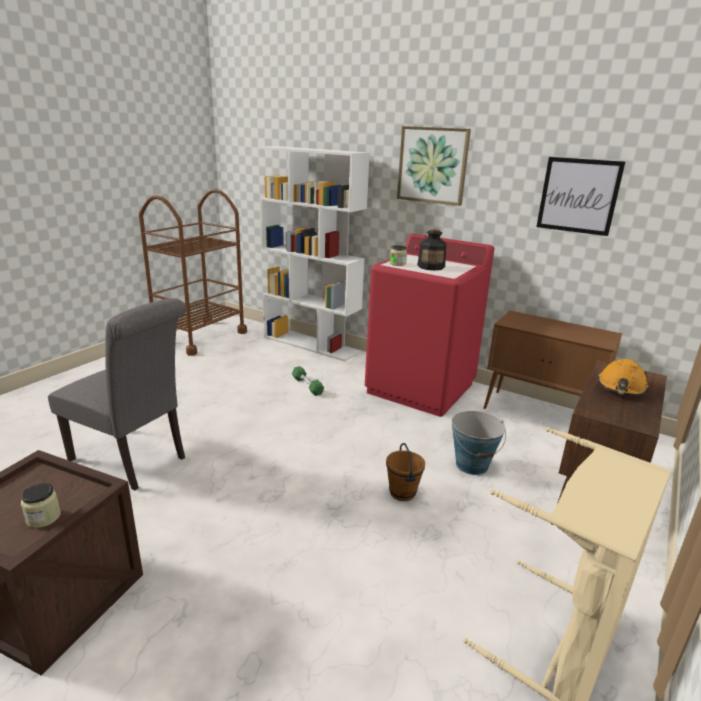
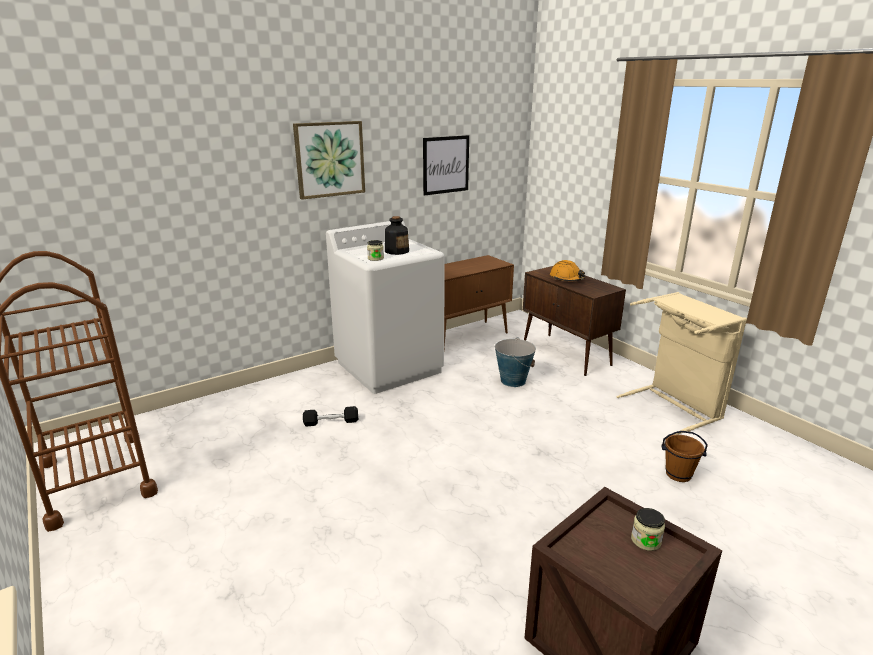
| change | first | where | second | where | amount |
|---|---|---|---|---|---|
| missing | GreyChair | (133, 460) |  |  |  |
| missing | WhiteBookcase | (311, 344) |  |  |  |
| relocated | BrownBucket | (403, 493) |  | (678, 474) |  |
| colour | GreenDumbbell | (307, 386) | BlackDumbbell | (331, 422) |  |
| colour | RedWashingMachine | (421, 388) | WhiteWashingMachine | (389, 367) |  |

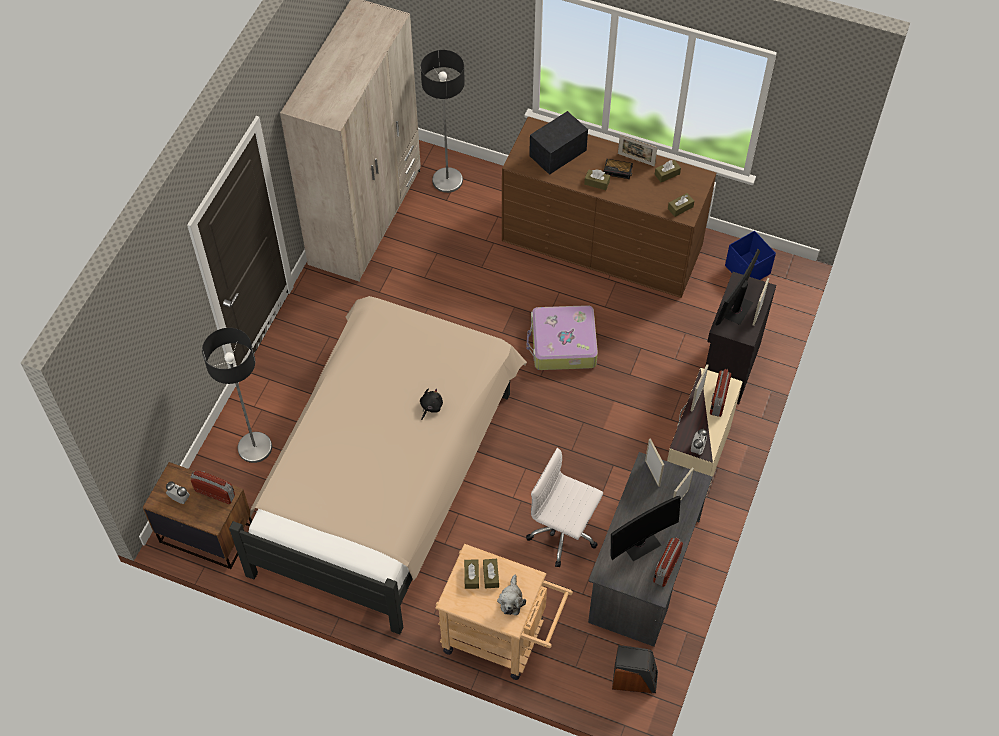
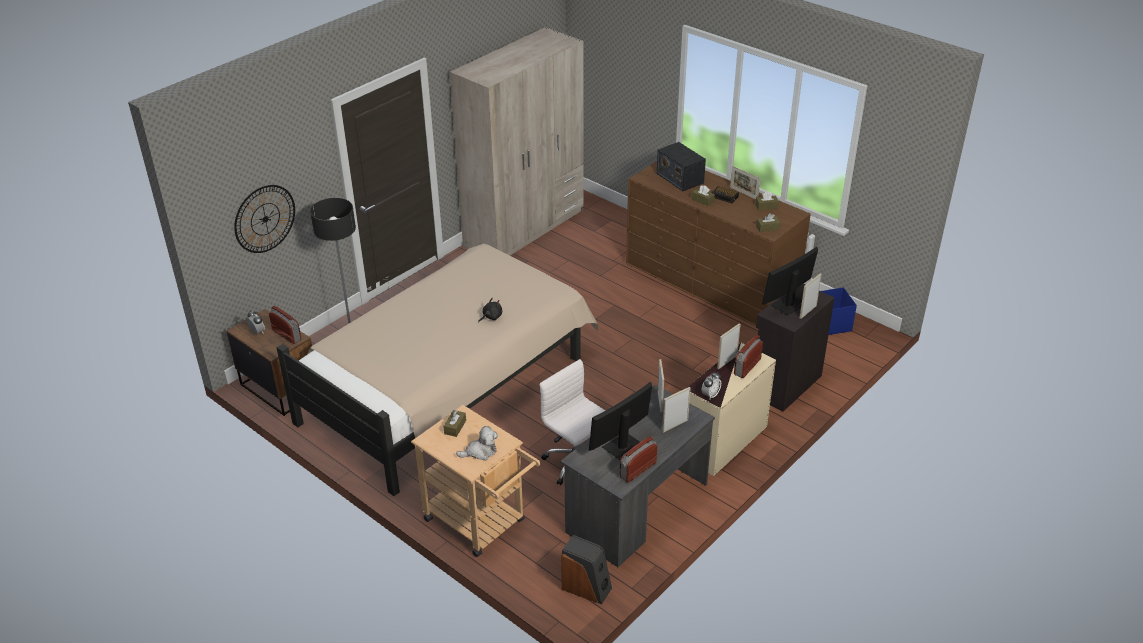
| change | first | where | second | where | amount |
|---|---|---|---|---|---|
| missing | FloorLamp | (447, 180) |  |  |  |
| missing | BrownTissueBox | (491, 575) |  |  |  |
| missing | Suitcase | (562, 344) |  |  |  |
| appeared |  |  | WallClock | (265, 219) |  |
| spun | PlushToy | (511, 600) |  | (480, 452) | 135 degrees counterclockwise |
| spun | Radio | (558, 153) |  | (679, 178) | 105 degrees counterclockwise |
| spun | Monitor | (639, 543) |  | (622, 446) | 150 degrees clockwise |

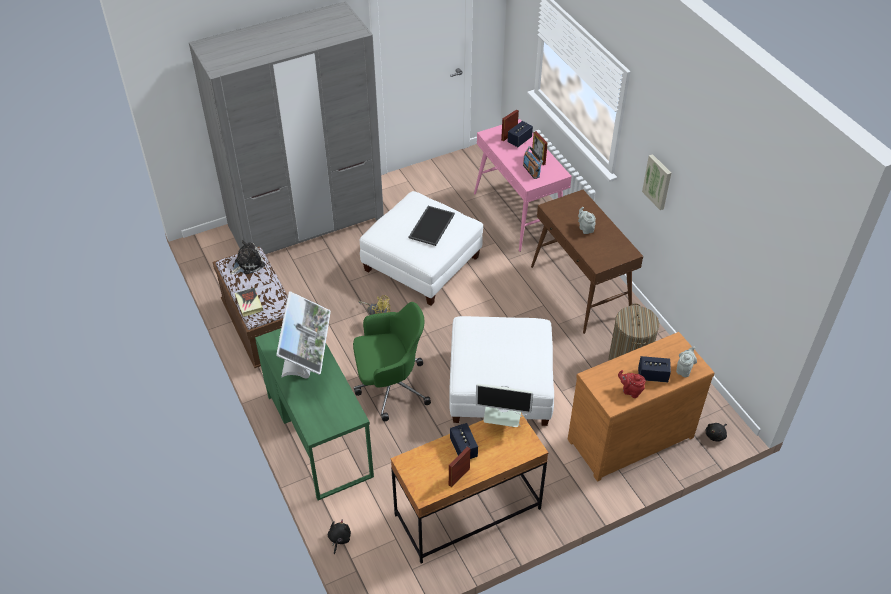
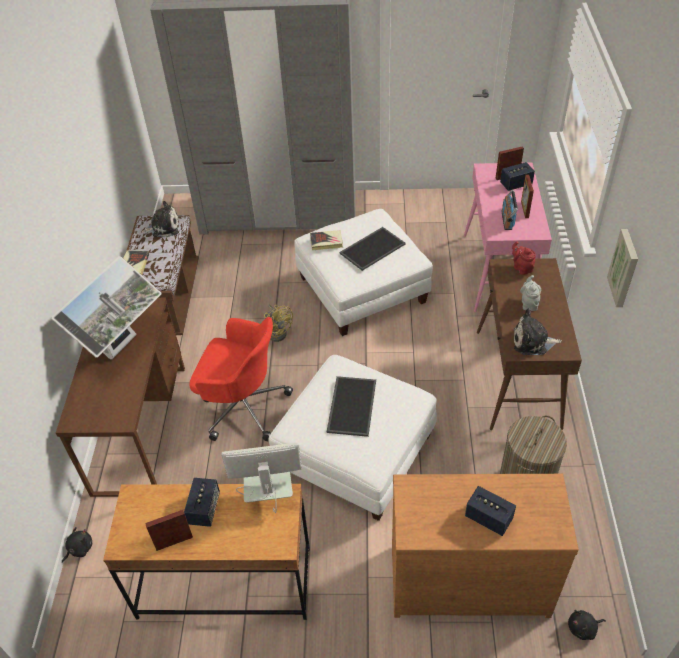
| change | first | where | second | where | amount |
|---|---|---|---|---|---|
| missing | GreyTeapot | (684, 369) |  |  |  |
| appeared |  |  | Book | (326, 242) |  |
| appeared |  |  | Tray | (351, 405) |  |
| appeared |  |  | PlushToy | (532, 342) |  |
| relocated | RedTeapot | (630, 391) |  | (521, 268) |  |
| colour | GreenDesk | (319, 435) | BrownDesk | (141, 427) |  |
| colour | GreenOfficeChair | (390, 387) | RedOfficeChair | (243, 406) |  |
| spun | Monitor | (502, 423) |  | (269, 498) | 135 degrees clockwise |

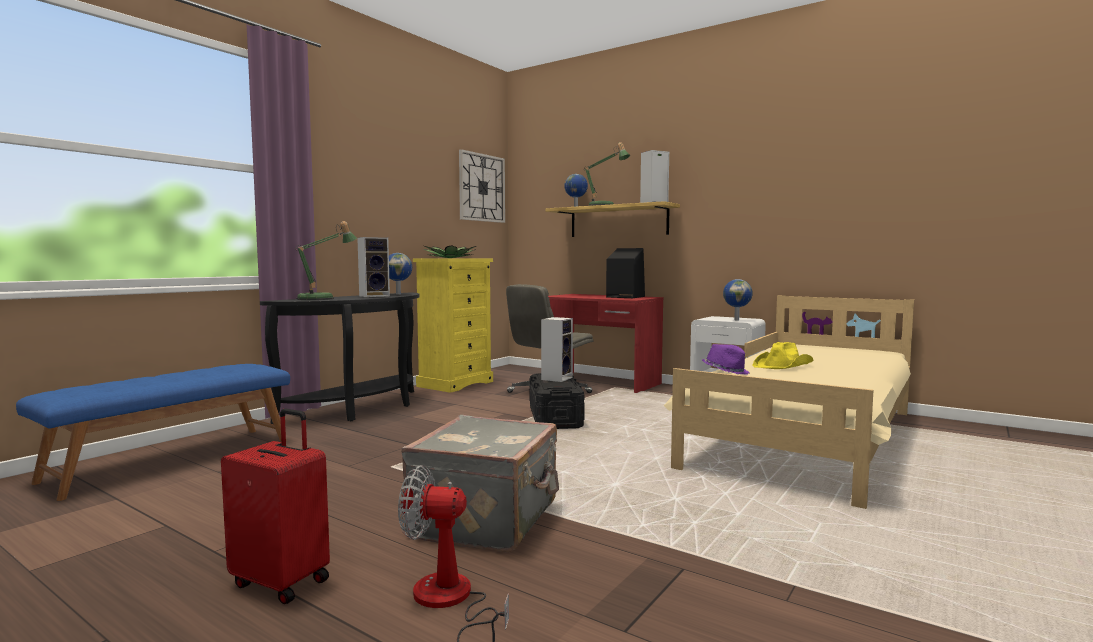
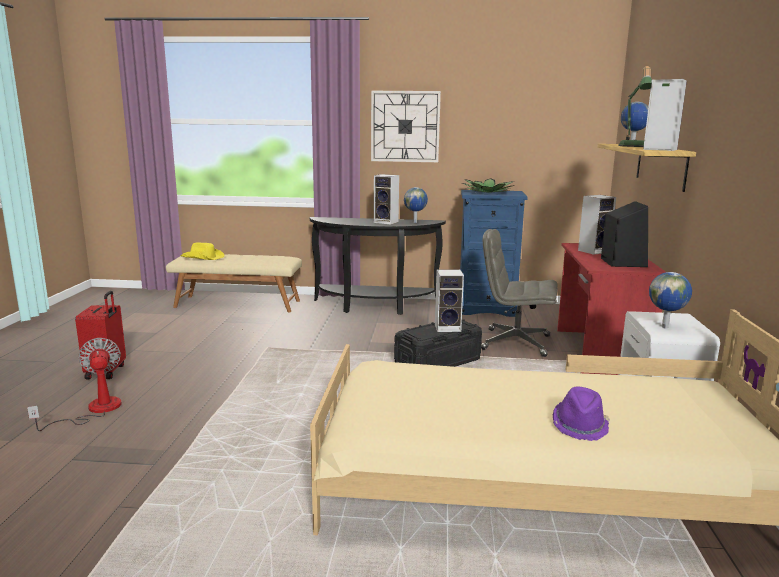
| change | first | where | second | where | amount |
|---|---|---|---|---|---|
| missing | TableLamp | (322, 298) |  |  |  |
| missing | GreySuitcase | (488, 520) |  |  |  |
| appeared |  |  | Speaker | (594, 251) |  |
| relocated | WallClock | (482, 188) |  | (405, 126) |  |
| relocated | PurpleHat | (725, 371) |  | (580, 425) |  |
| relocated | YellowHat | (783, 366) |  | (203, 257) |  |
| colour | BlueBench | (172, 459) | BeigeBench | (238, 303) |  |
| colour | YellowDresser | (455, 384) | BlueDresser | (486, 309) |  |

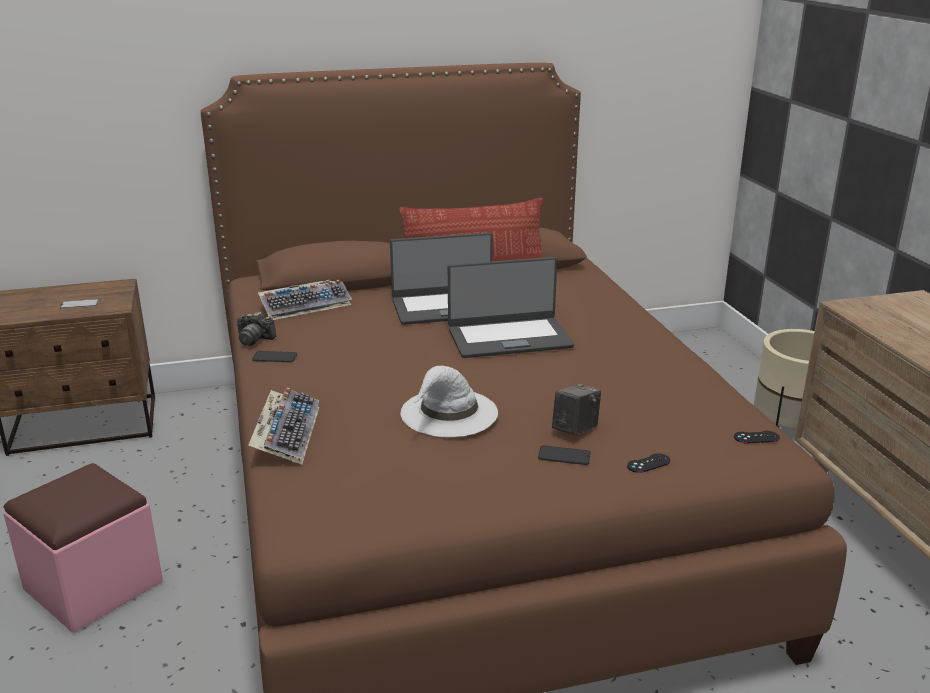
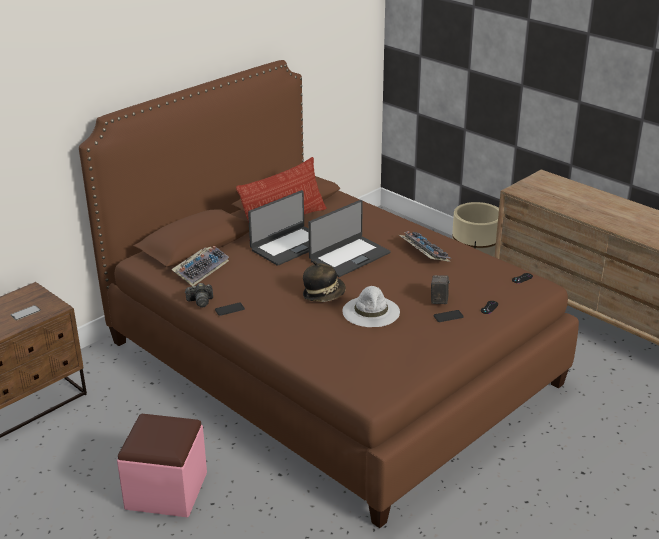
| change | first | where | second | where | amount |
|---|---|---|---|---|---|
| appeared |  |  | Hat | (324, 295) |  |
| relocated | Keyboard | (286, 433) |  | (423, 252) |  |

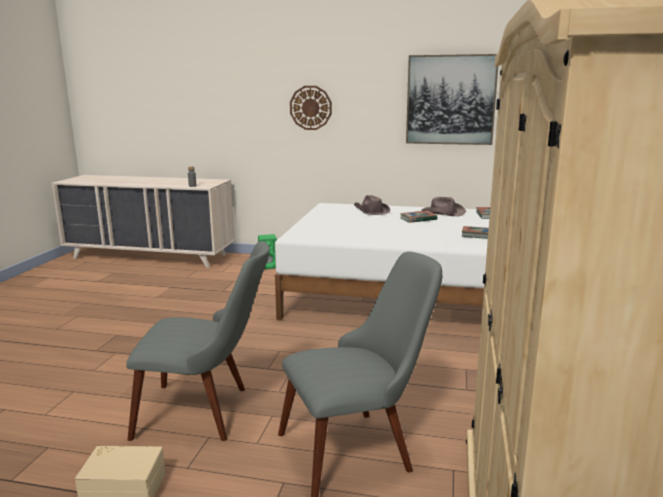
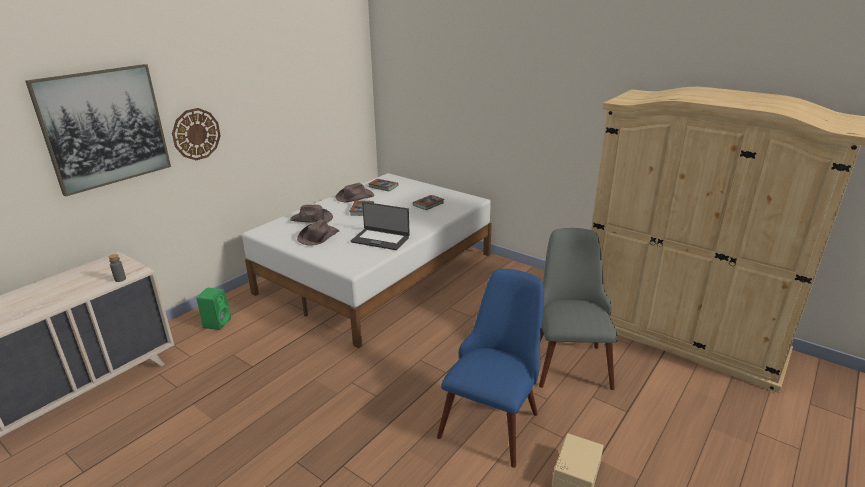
| change | first | where | second | where | amount |
|---|---|---|---|---|---|
| appeared |  |  | BrownHat | (318, 237) |  |
| appeared |  |  | Laptop | (380, 239) |  |
| relocated | Picture | (450, 100) |  | (104, 128) |  |
| colour | GreyChair | (207, 411) | BlueChair | (494, 416) |  |

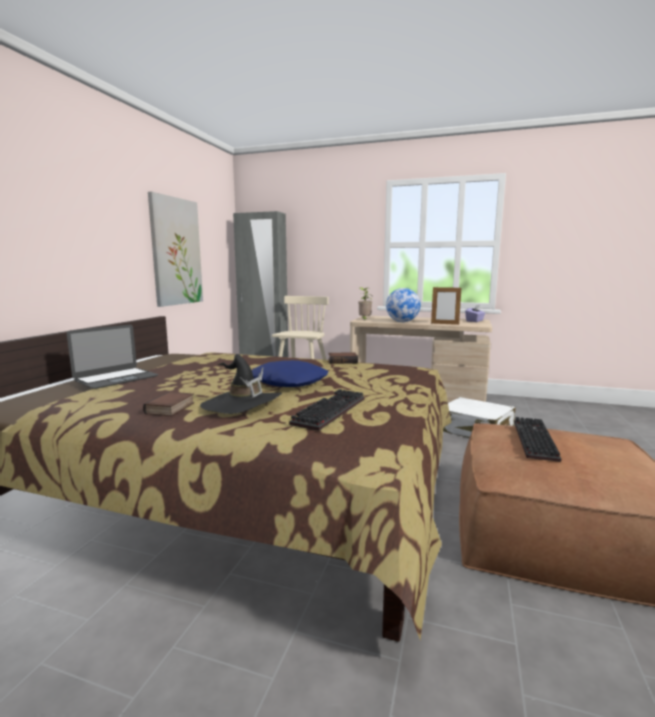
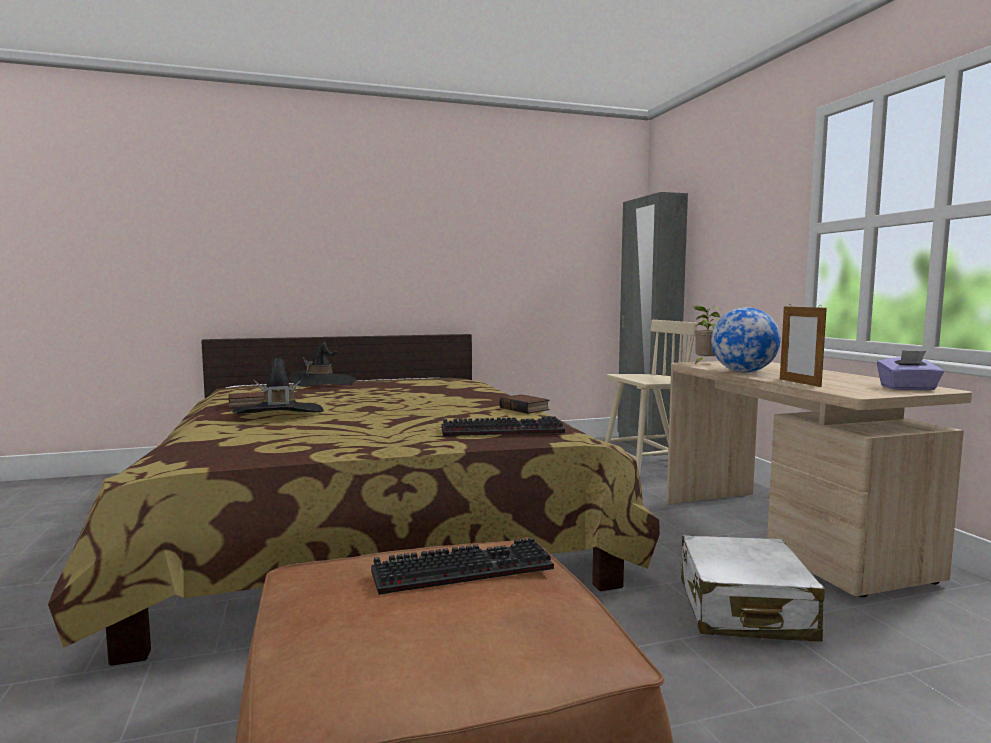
| change | first | where | second | where | amount |
|---|---|---|---|---|---|
| missing | Picture | (176, 252) |  |  |  |
| missing | BluePillow | (289, 382) |  |  |  |
| relocated | Keyboard | (329, 410) |  | (504, 430) |  |
| exchanged | Laptop | (116, 378) | BlackHat | (323, 383) |  |

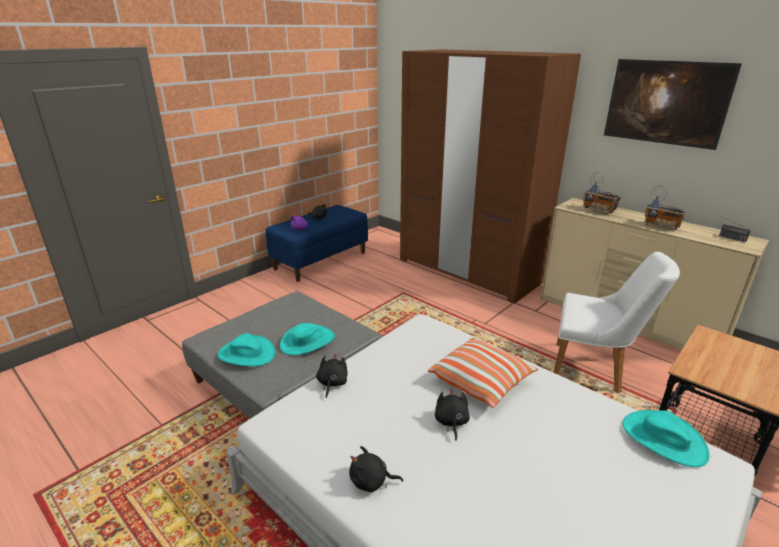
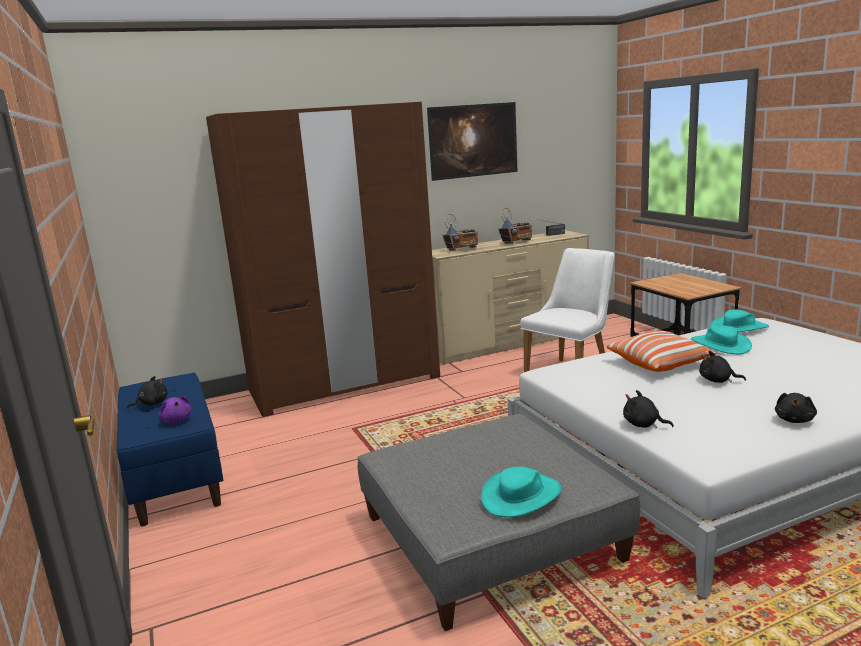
| change | first | where | second | where | amount |
|---|---|---|---|---|---|
| relocated | TurquoiseHat | (308, 341) |  | (720, 345) |  |

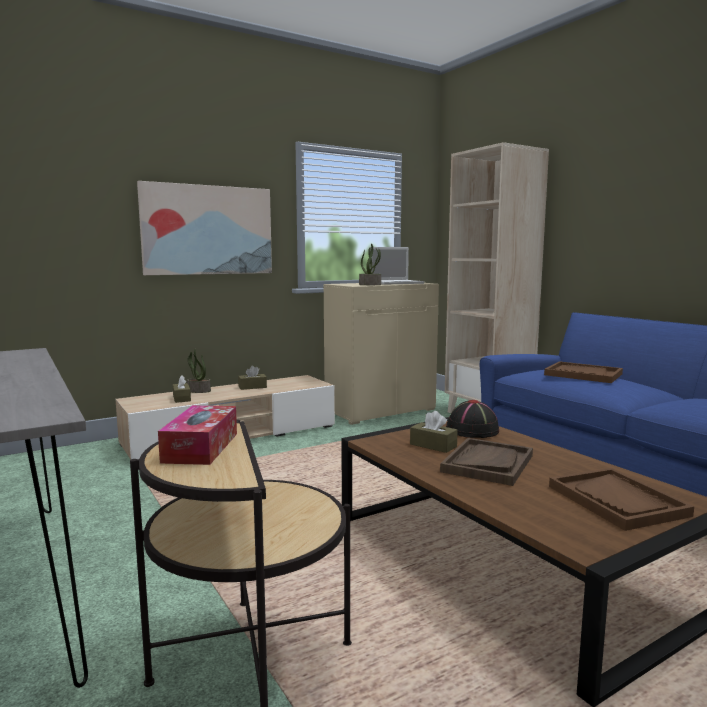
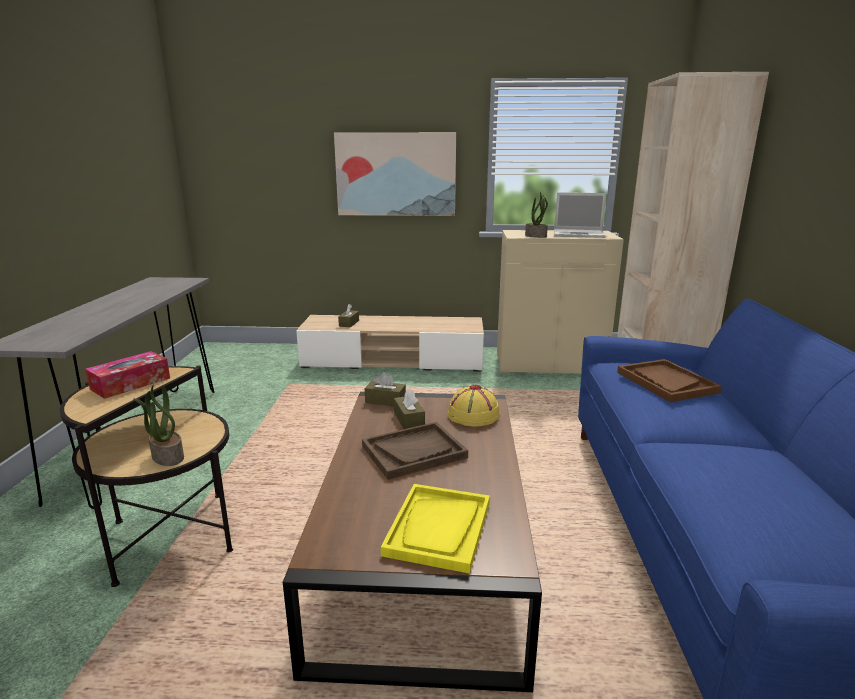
| change | first | where | second | where | amount |
|---|---|---|---|---|---|
| relocated | PottedPlant | (198, 391) |  | (167, 457) |  |
| relocated | BrownTissueBox | (252, 387) |  | (385, 400) |  |
| colour | BlackHat | (473, 430) | YellowHat | (473, 415) |  |
| colour | BrownTray | (617, 501) | YellowTray | (439, 528) |  |

